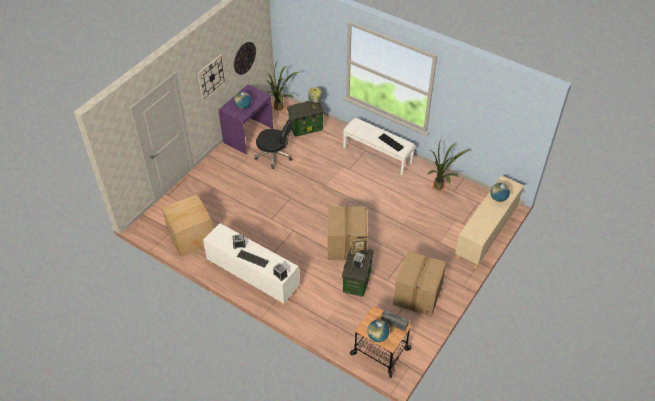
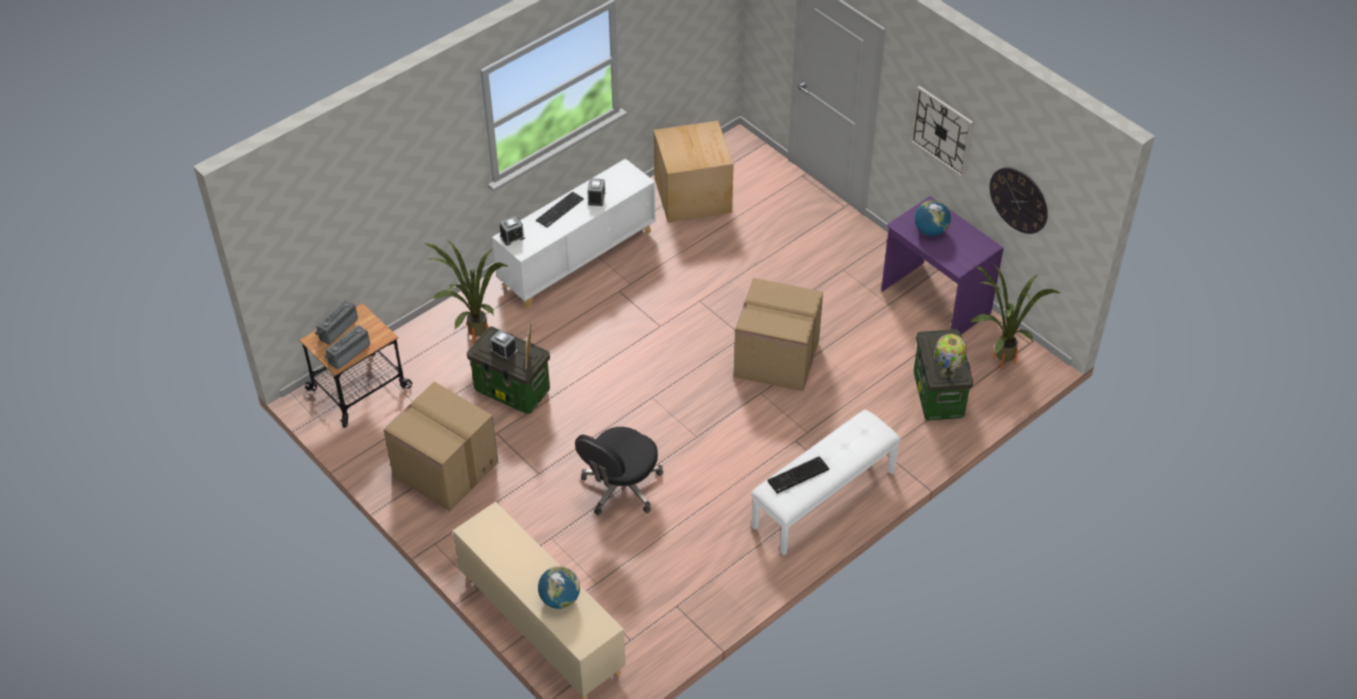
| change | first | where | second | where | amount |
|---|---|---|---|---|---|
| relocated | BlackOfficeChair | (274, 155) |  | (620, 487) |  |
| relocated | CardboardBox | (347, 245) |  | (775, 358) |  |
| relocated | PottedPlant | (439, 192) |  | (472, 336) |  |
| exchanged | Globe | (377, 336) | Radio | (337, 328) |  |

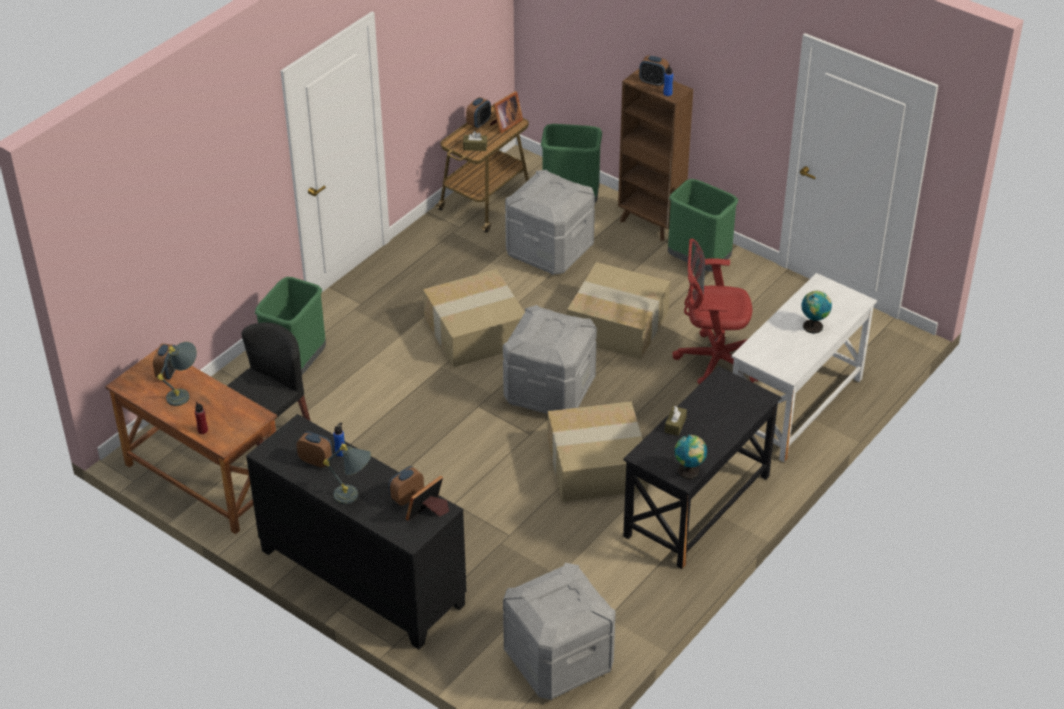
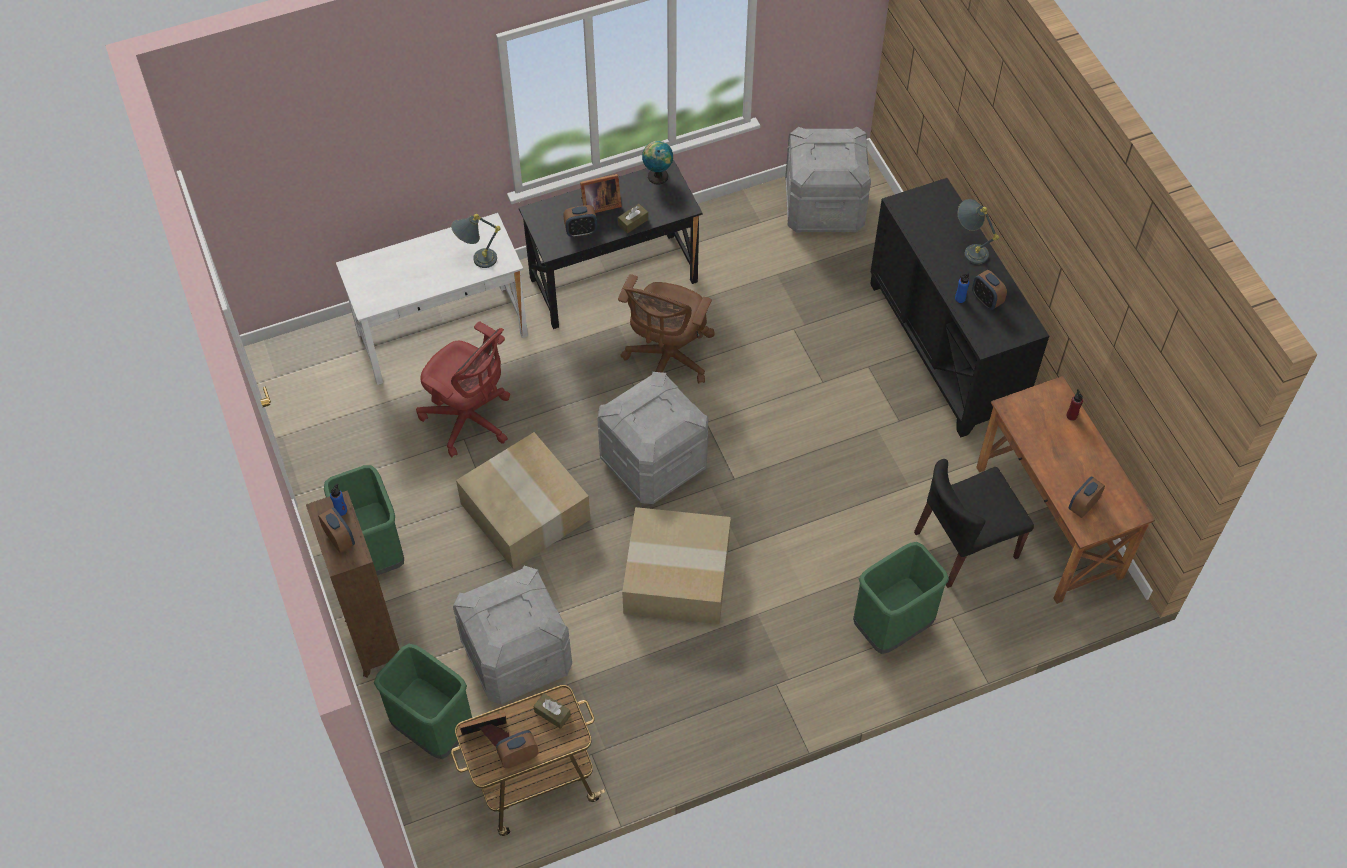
| change | first | where | second | where | amount |
|---|---|---|---|---|---|
| missing | Globe | (814, 326) |  |  |  |
| relocated | GreyTableLamp | (184, 393) |  | (476, 260) |  |
| relocated | AlarmClock | (406, 497) |  | (581, 231) |  |
| relocated | PictureFrame | (428, 513) |  | (599, 204) |  |
| exchanged | CardboardBox | (597, 464) | BrownOfficeChair | (667, 360) |  |

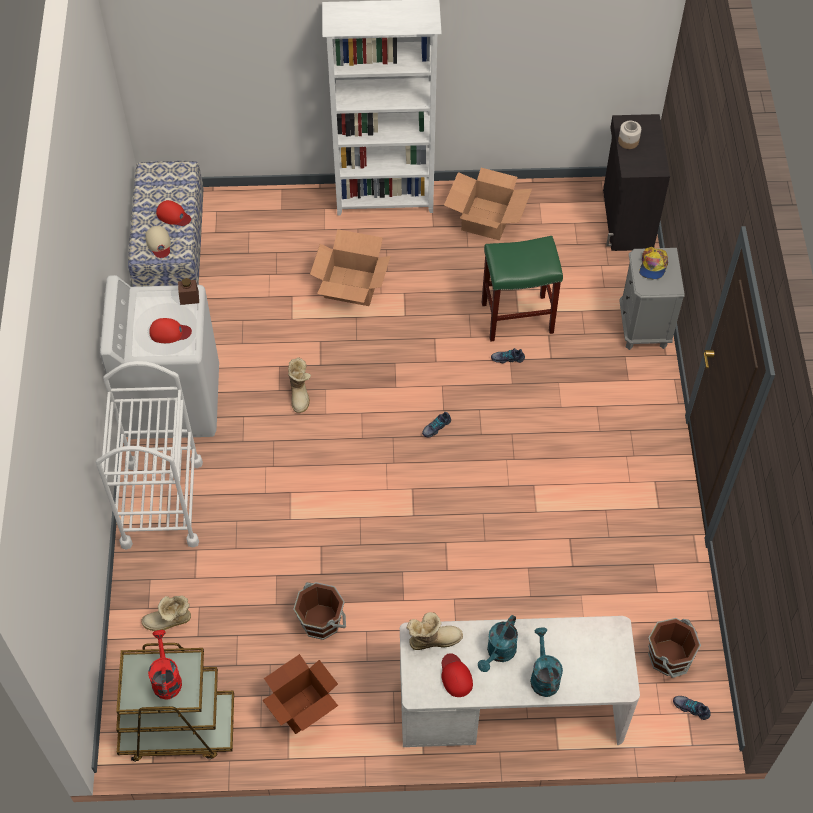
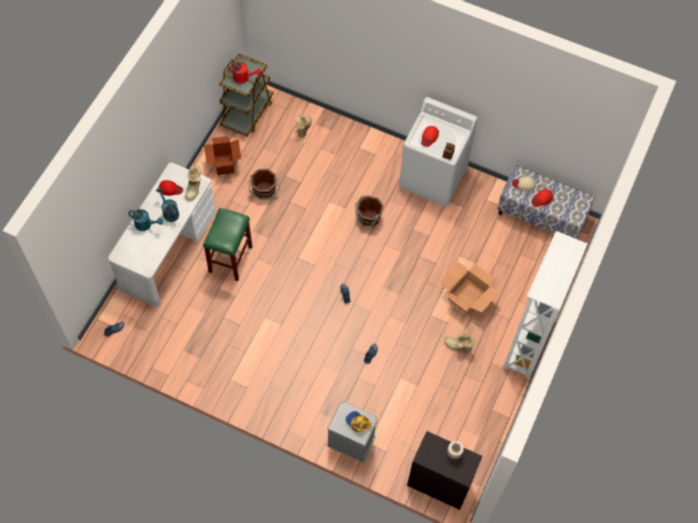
| change | first | where | second | where | amount |
|---|---|---|---|---|---|
| missing | WhiteCart | (162, 503) |  |  |  |
| missing | CardboardBox | (486, 218) |  |  |  |
| relocated | Boot | (300, 394) |  | (458, 347) |  |
| relocated | GreenStool | (518, 317) |  | (230, 260) |  |
| relocated | BrownBucket | (669, 657) |  | (368, 218) |  |

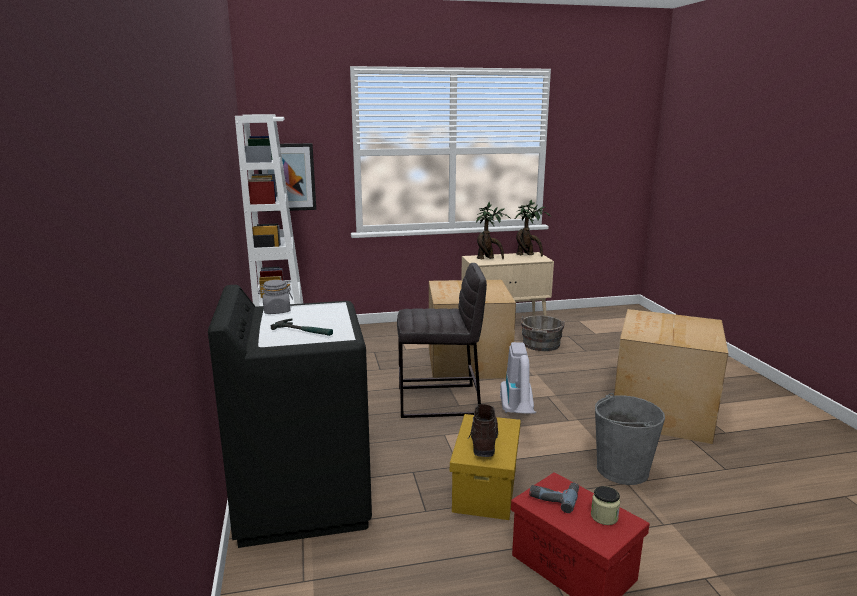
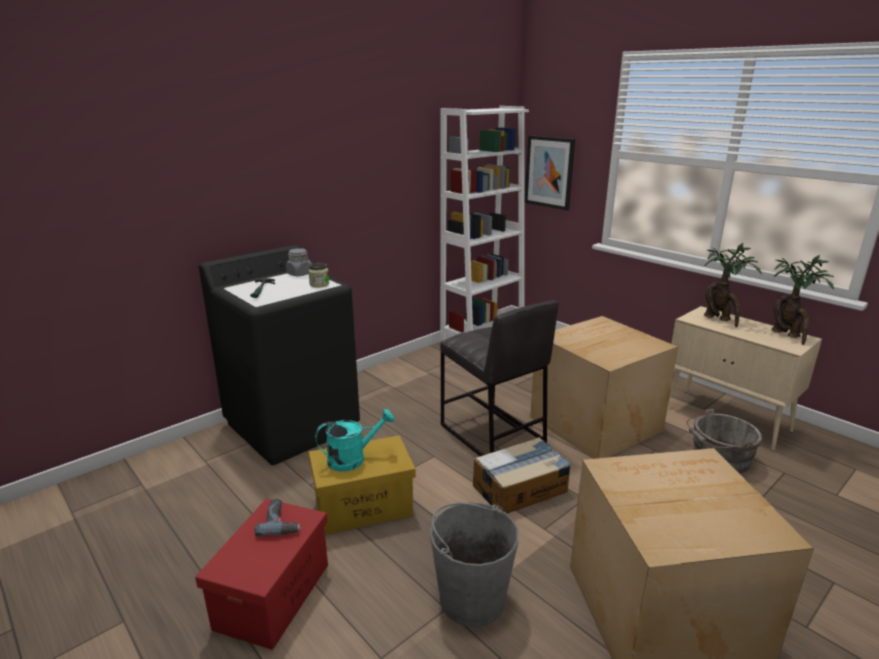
| change | first | where | second | where | amount |
|---|---|---|---|---|---|
| relocated | Jar | (604, 516) |  | (319, 284) |  |
| exchanged | BrownBoot | (483, 442) | TurquoiseWateringCan | (353, 459) |  |
| exchanged | VacuumCleaner | (518, 413) | CardboardBox | (520, 488) |  |

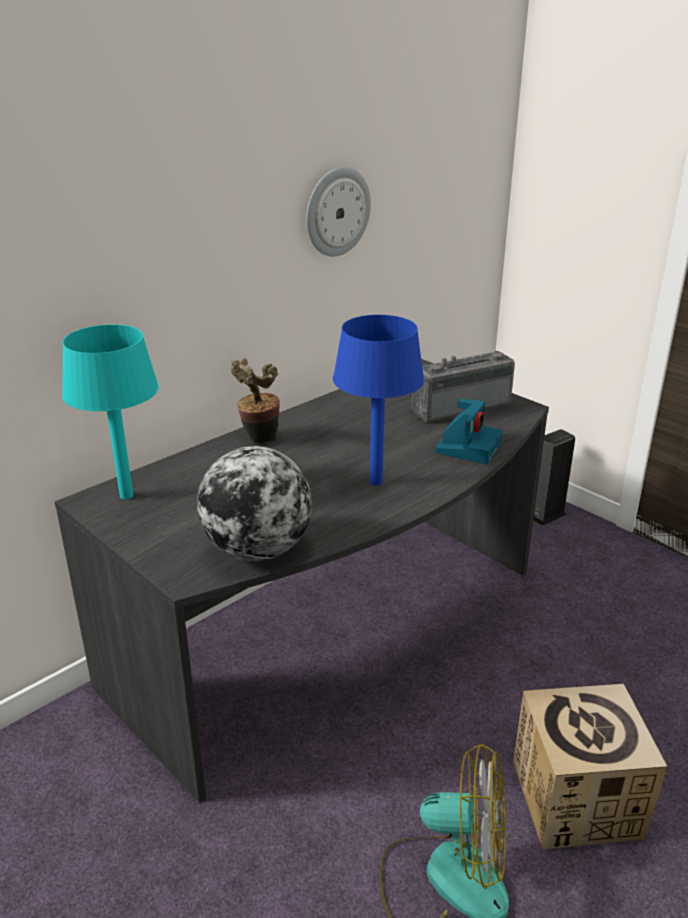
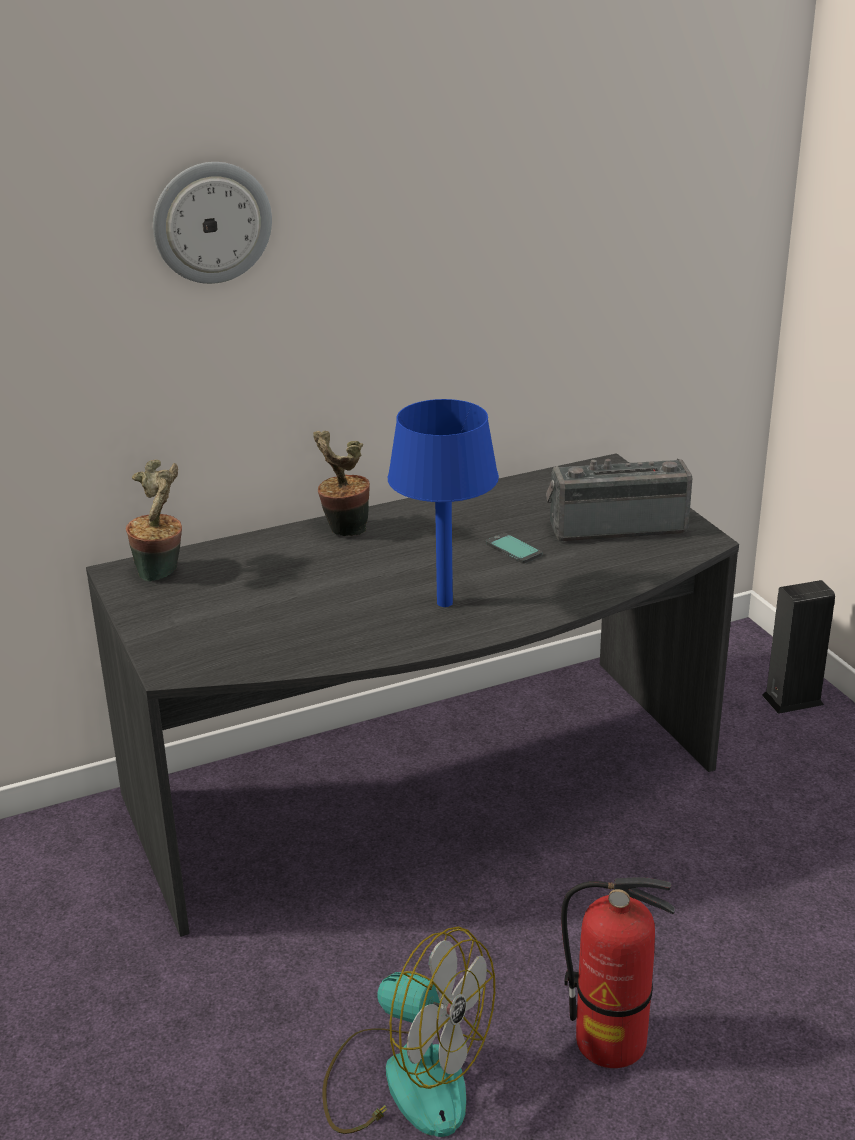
| change | first | where | second | where | amount |
|---|---|---|---|---|---|
| missing | Globe | (257, 550) |  |  |  |
| missing | PhotoCamera | (468, 447) |  |  |  |
| appeared |  |  | Phone | (513, 549) |  |
| relocated | WallClock | (337, 212) |  | (211, 222) |  |
| exchanged | TurquoiseTableLamp | (127, 495) | PottedPlant | (162, 573) |  |
| exchanged | CardboardBox | (576, 799) | FireExtinguisher | (611, 1042) |  |

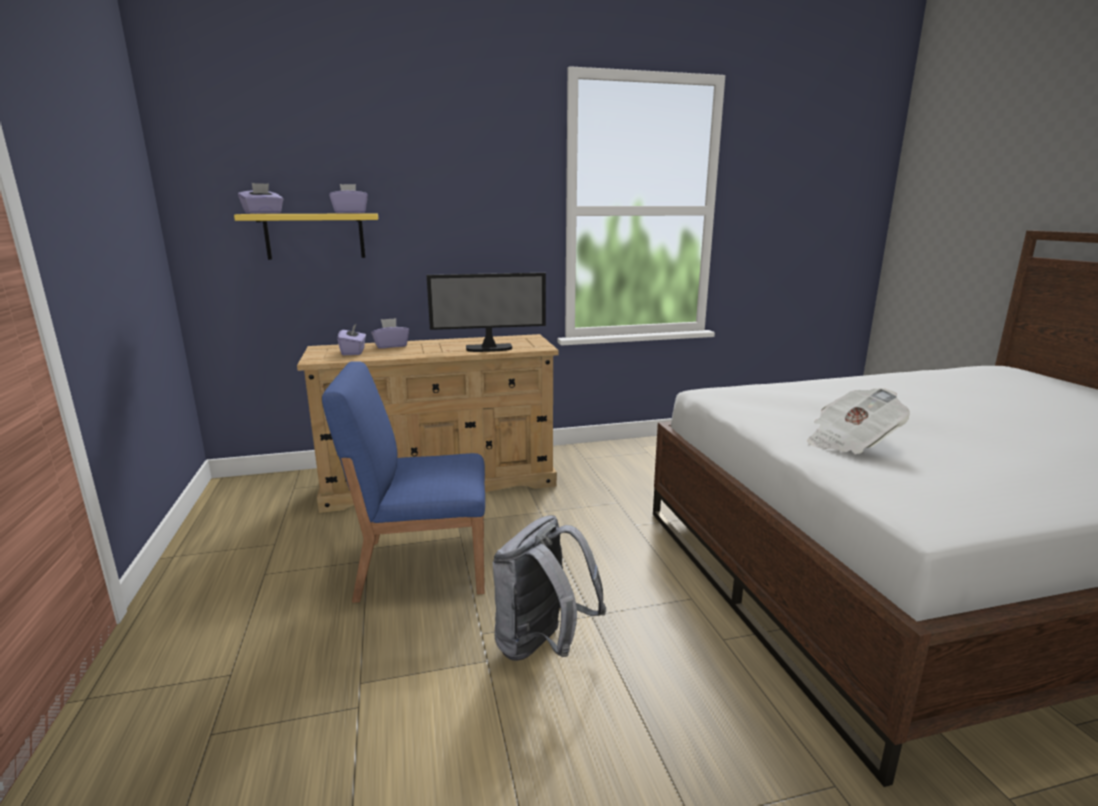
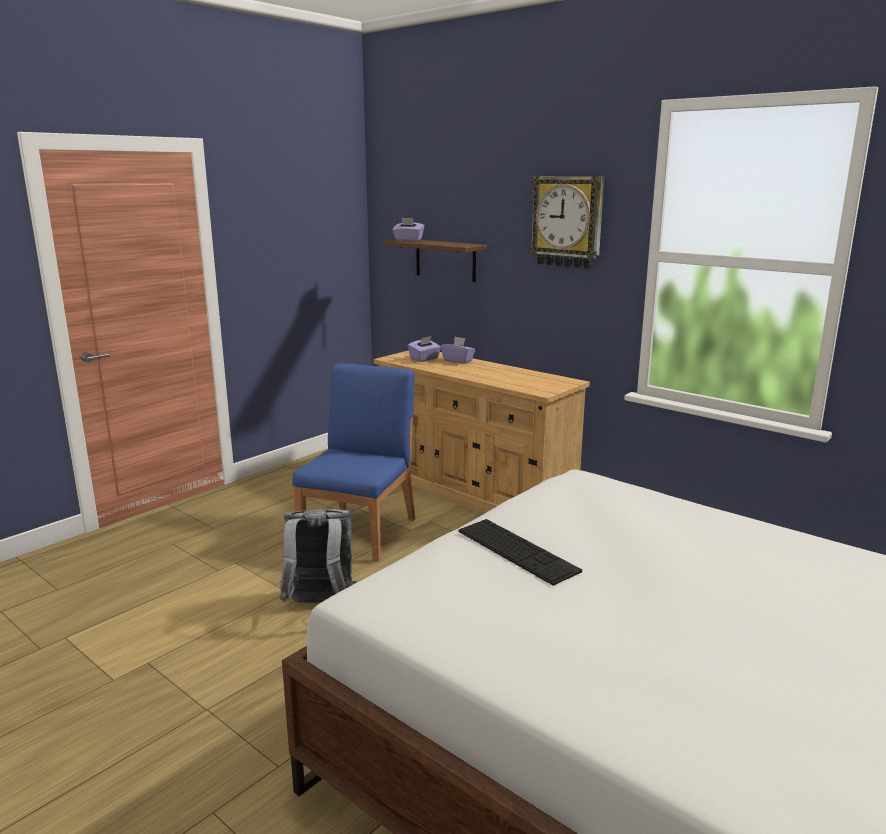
| change | first | where | second | where | amount |
|---|---|---|---|---|---|
| missing | PurpleTissueBox | (350, 213) |  |  |  |
| missing | Monitor | (489, 349) |  |  |  |
| appeared |  |  | WallClock | (567, 222) |  |
| exchanged | Newspaper | (850, 442) | Keyboard | (516, 550) |  |
| colour | YellowShelf | (315, 236) | BrownShelf | (445, 260) |  |
| spun | BlueChair | (421, 565) |  | (360, 532) | 60 degrees clockwise |

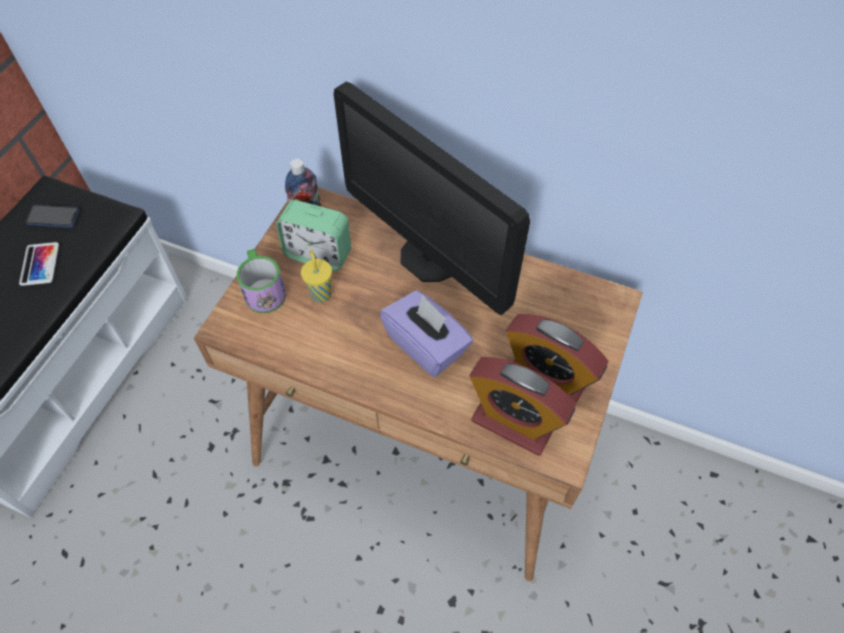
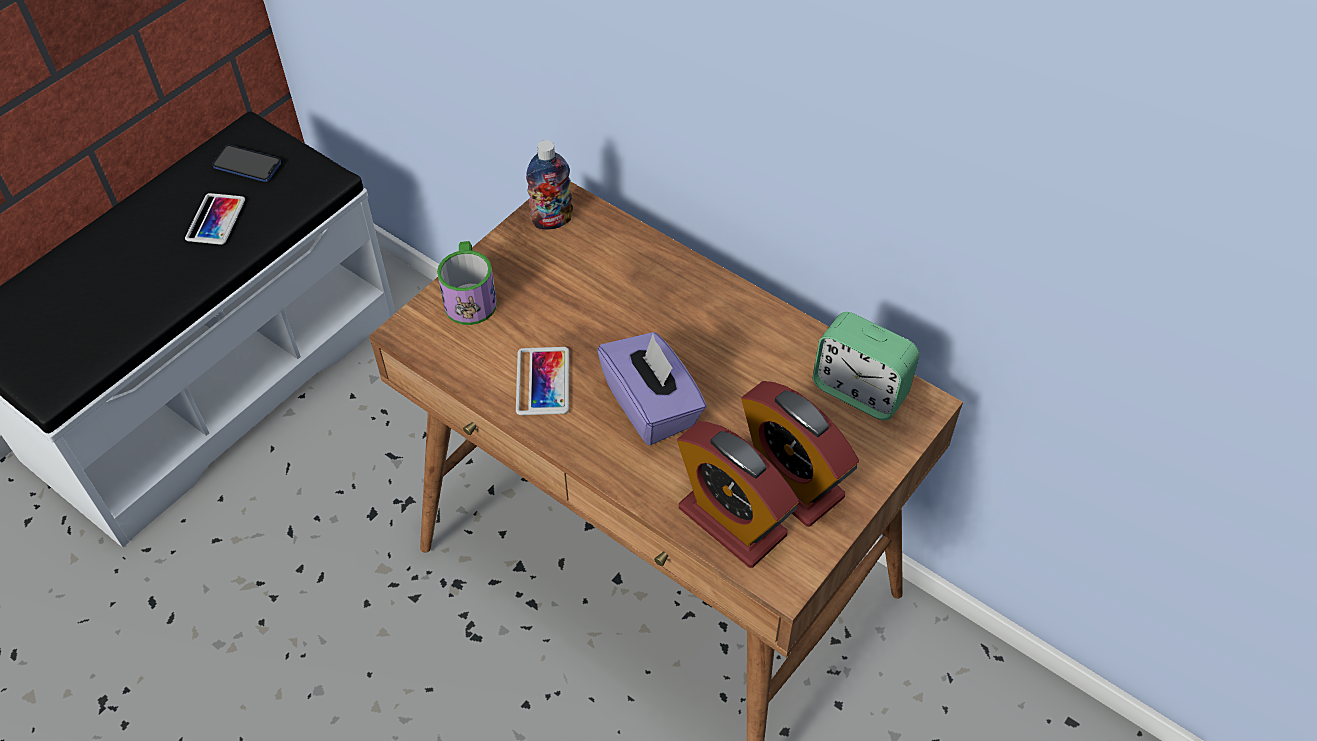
| change | first | where | second | where | amount |
|---|---|---|---|---|---|
| missing | YellowCup | (320, 293) |  |  |  |
| missing | Monitor | (429, 258) |  |  |  |
| appeared |  |  | Phone | (543, 381) |  |
| relocated | AlarmClock | (318, 254) |  | (859, 391) |  |

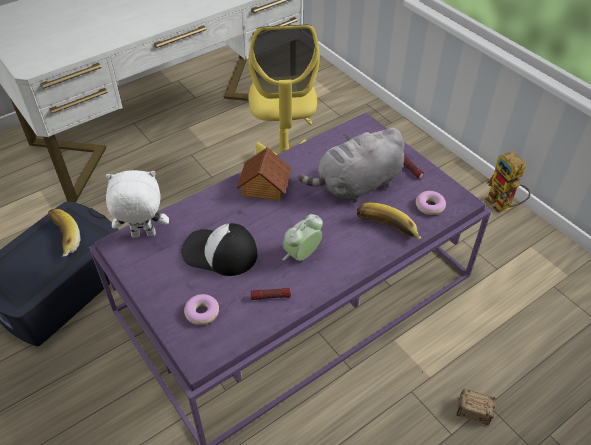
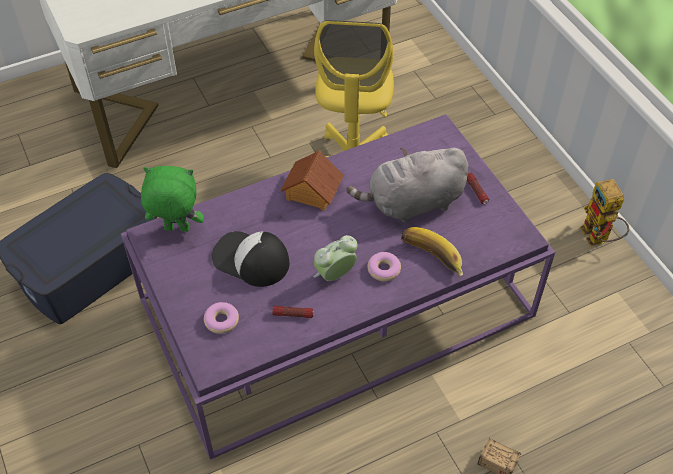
| change | first | where | second | where | amount |
|---|---|---|---|---|---|
| missing | Banana | (62, 239) |  |  |  |
| relocated | Donut | (430, 206) |  | (384, 270) |  |
| colour | WhitePlushToy | (143, 235) | GreenPlushToy | (176, 230) |  |

